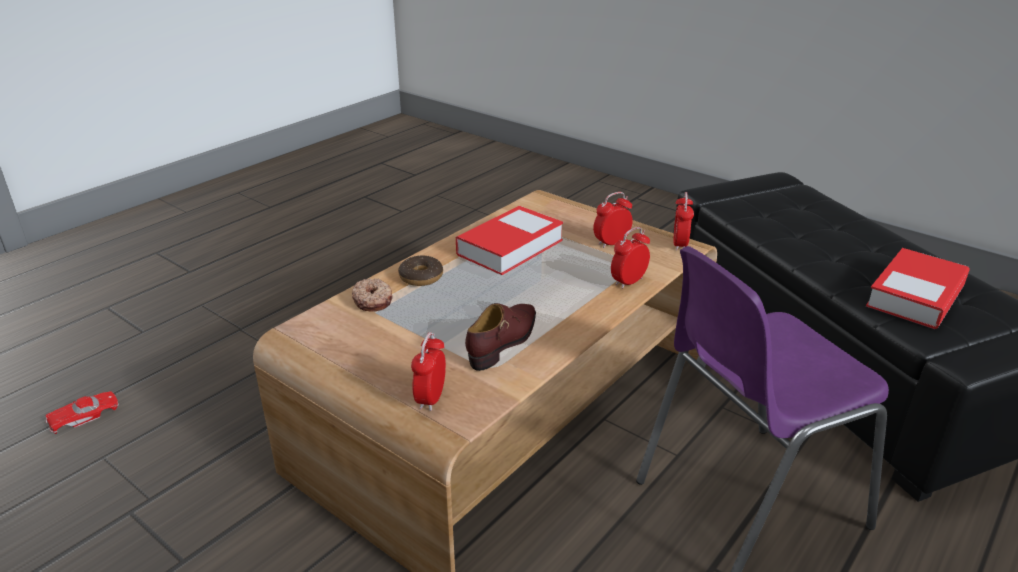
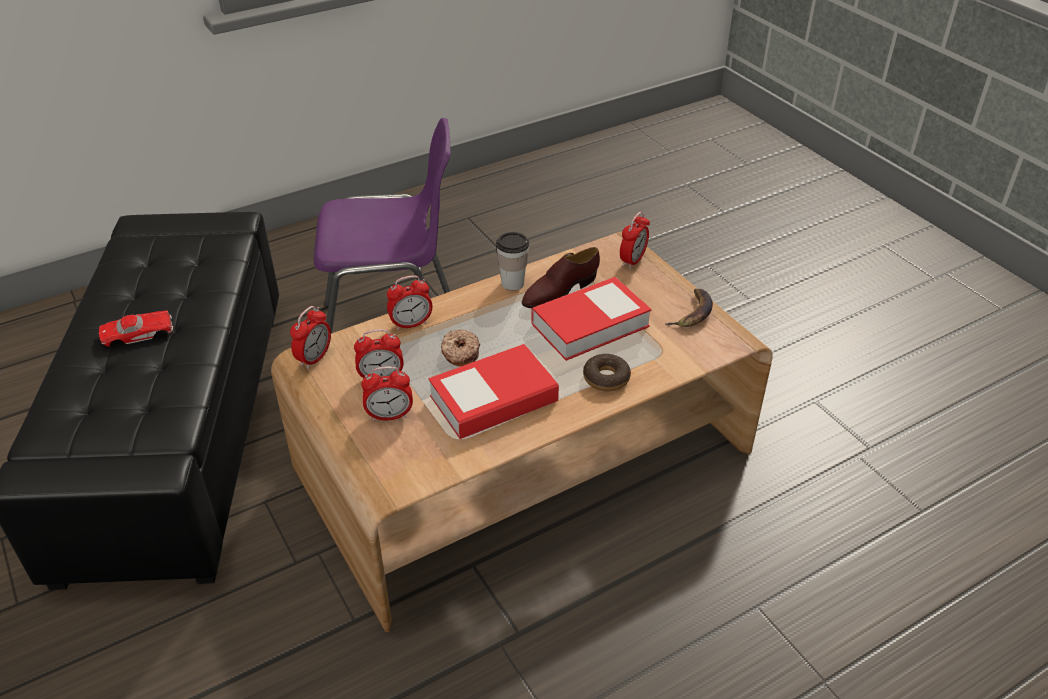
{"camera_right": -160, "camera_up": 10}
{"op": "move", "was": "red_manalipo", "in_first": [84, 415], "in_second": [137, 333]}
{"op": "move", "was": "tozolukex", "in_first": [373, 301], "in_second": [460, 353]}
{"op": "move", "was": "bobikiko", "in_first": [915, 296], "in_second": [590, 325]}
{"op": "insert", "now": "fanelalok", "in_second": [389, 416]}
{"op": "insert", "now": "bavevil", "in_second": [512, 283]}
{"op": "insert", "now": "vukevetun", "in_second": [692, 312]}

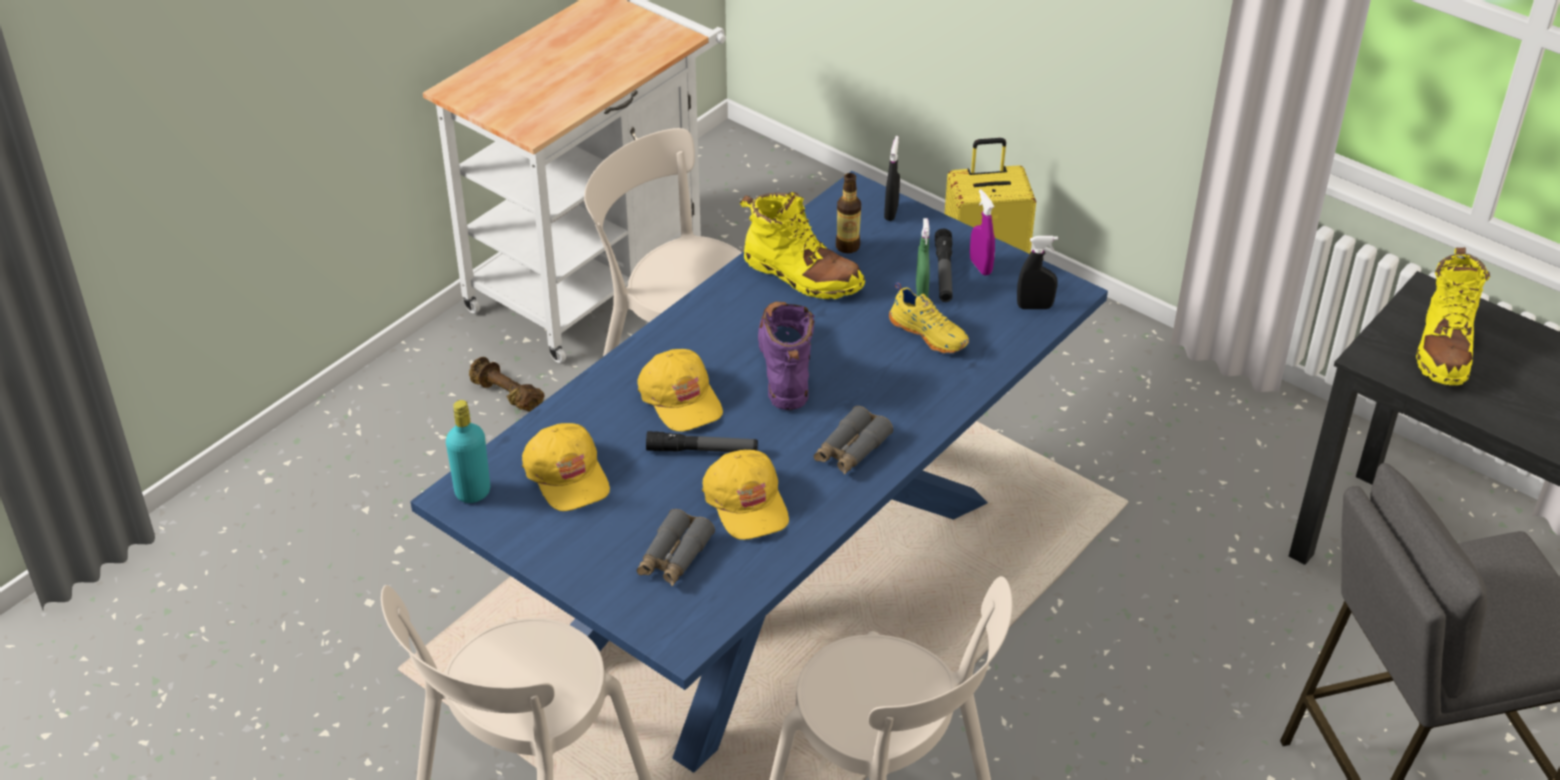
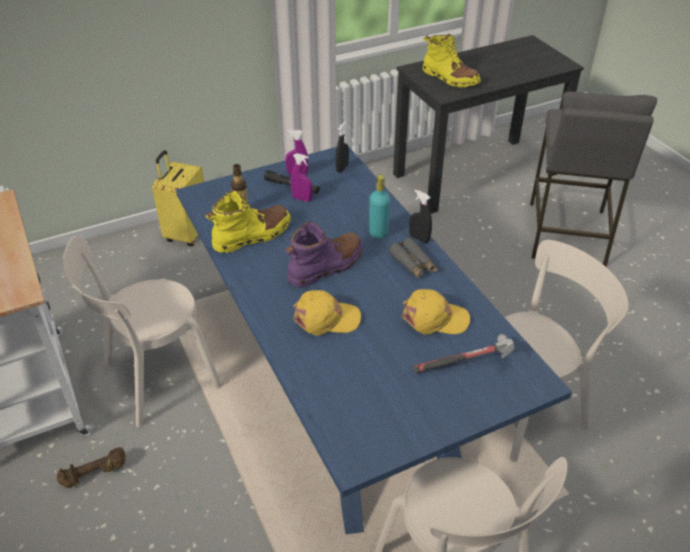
{"camera_right": -65, "camera_up": 0}
{"op": "move", "was": "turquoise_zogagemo", "in_first": [473, 492], "in_second": [378, 233]}
{"op": "delete", "was": "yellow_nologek", "in_first": [567, 475]}
{"op": "replace", "was": "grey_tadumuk", "now": "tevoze", "in_first": [674, 557], "in_second": [466, 364]}
{"op": "delete", "was": "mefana", "in_first": [702, 450]}
{"op": "rotate", "was": "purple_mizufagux", "in_first": [785, 365], "in_second": [326, 266], "clockwise": 120}
{"op": "move", "was": "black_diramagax", "in_first": [891, 212], "in_second": [419, 238]}
{"op": "delete", "was": "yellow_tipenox", "in_first": [930, 333]}
{"op": "recolor", "was": "green_diramagax", "now": "purple_diramagax", "in_first": [921, 292], "in_second": [302, 199]}

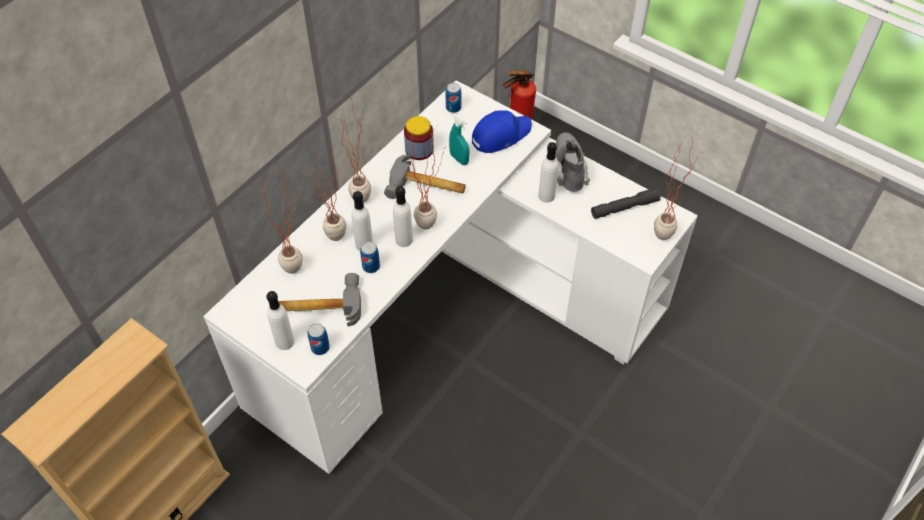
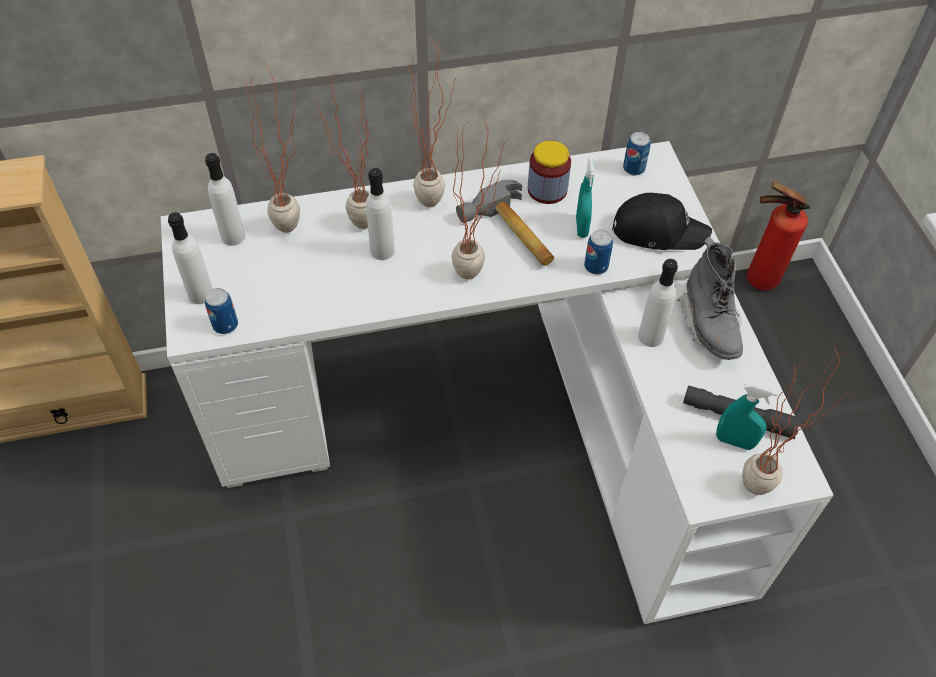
{"camera_right": 40, "camera_up": 0}
{"op": "delete", "was": "tevoze", "in_first": [320, 305]}
{"op": "move", "was": "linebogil", "in_first": [371, 266], "in_second": [596, 266]}
{"op": "move", "was": "white_zogagemo", "in_first": [404, 240], "in_second": [233, 236]}
{"op": "recolor", "was": "blue_nologek", "now": "black_nologek", "in_first": [500, 135], "in_second": [658, 230]}
{"op": "rotate", "was": "grey_mizufagux", "in_first": [568, 170], "in_second": [709, 325], "clockwise": 135}
{"op": "insert", "now": "turquoise_diramagax", "in_second": [734, 441]}

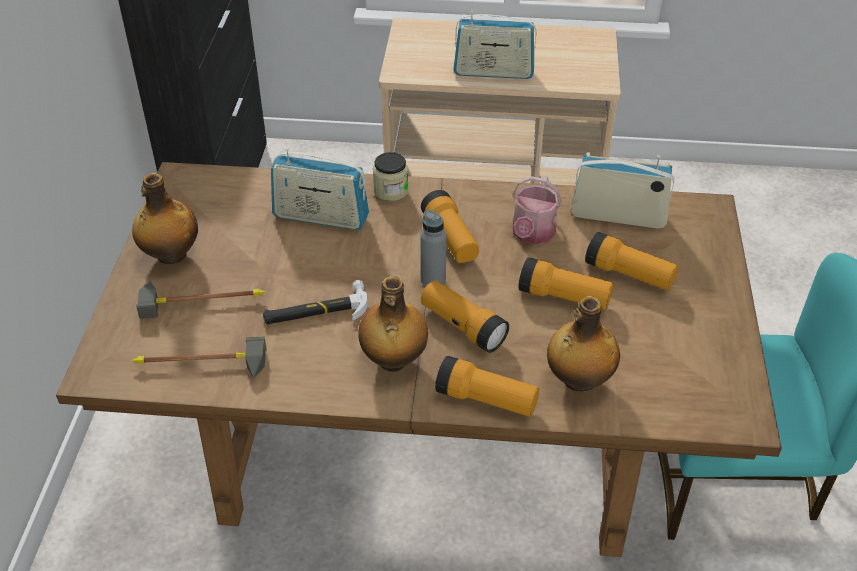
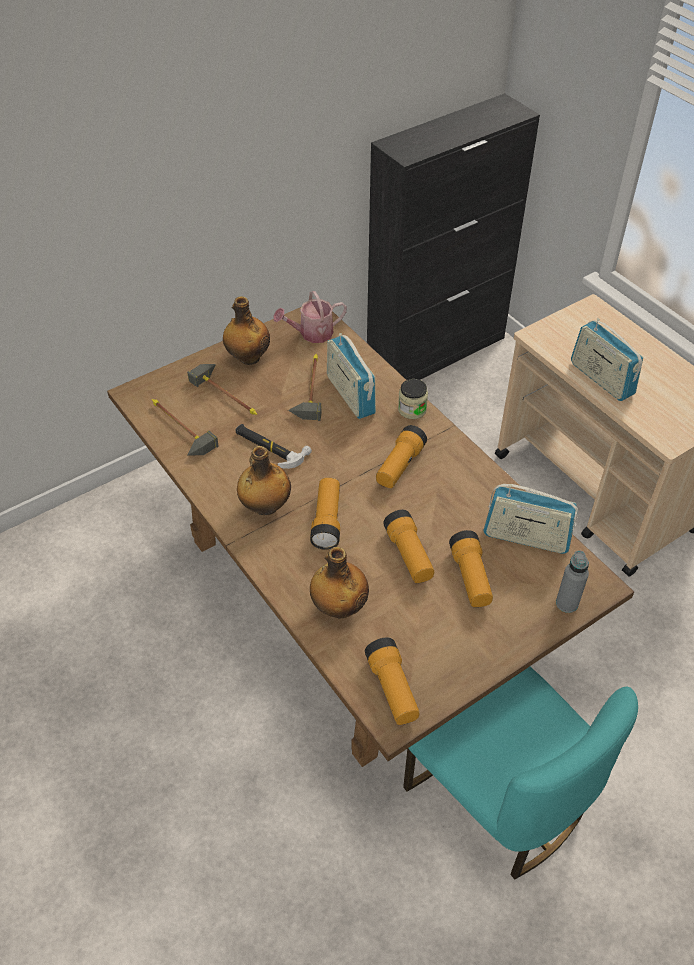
{"camera_right": 50, "camera_up": 5}
{"op": "move", "was": "grey_zogagemo", "in_first": [433, 280], "in_second": [567, 603]}
{"op": "move", "was": "mefana", "in_first": [486, 399], "in_second": [392, 689]}
{"op": "move", "was": "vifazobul", "in_first": [532, 234], "in_second": [311, 334]}
{"op": "rotate", "was": "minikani", "in_first": [618, 216], "in_second": [526, 537], "clockwise": 135}
{"op": "insert", "now": "tevoze", "in_second": [307, 388]}

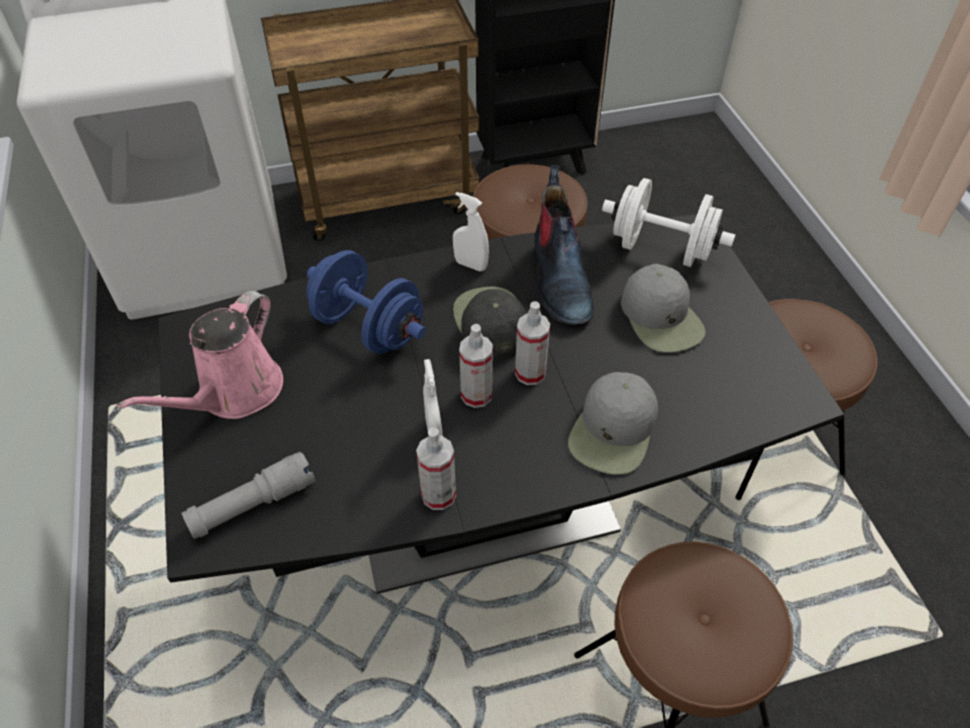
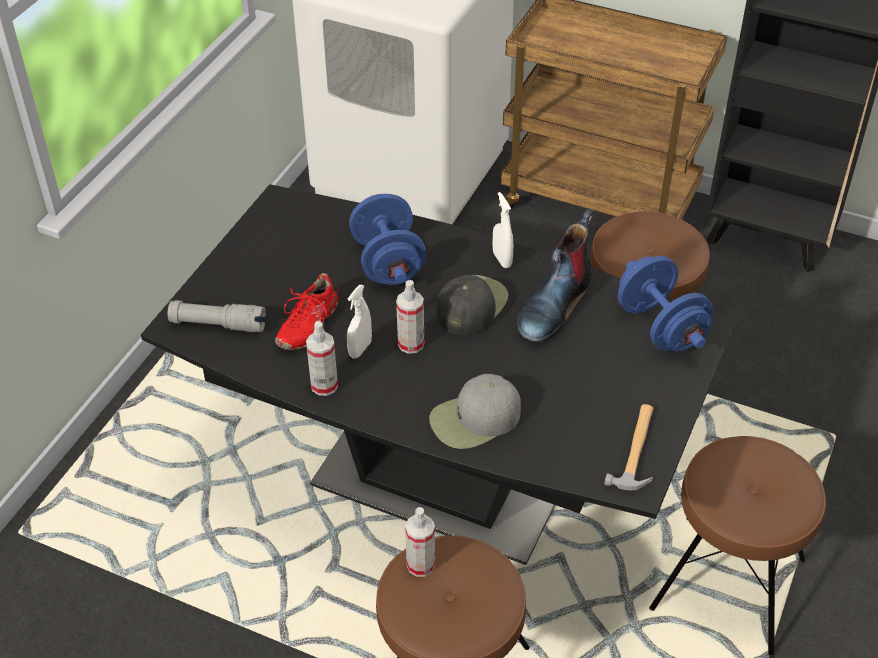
{"camera_right": 40, "camera_up": -5}
{"op": "delete", "was": "pink_vifazobul", "in_first": [234, 393]}
{"op": "move", "was": "diramagax", "in_first": [530, 373], "in_second": [420, 565]}
{"op": "recolor", "was": "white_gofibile", "now": "blue_gofibile", "in_first": [661, 249], "in_second": [660, 327]}
{"op": "delete", "was": "grey_nologek", "in_first": [662, 317]}
{"op": "insert", "now": "red_tipenox", "in_second": [307, 324]}
{"op": "insert", "now": "tevoze", "in_second": [637, 449]}

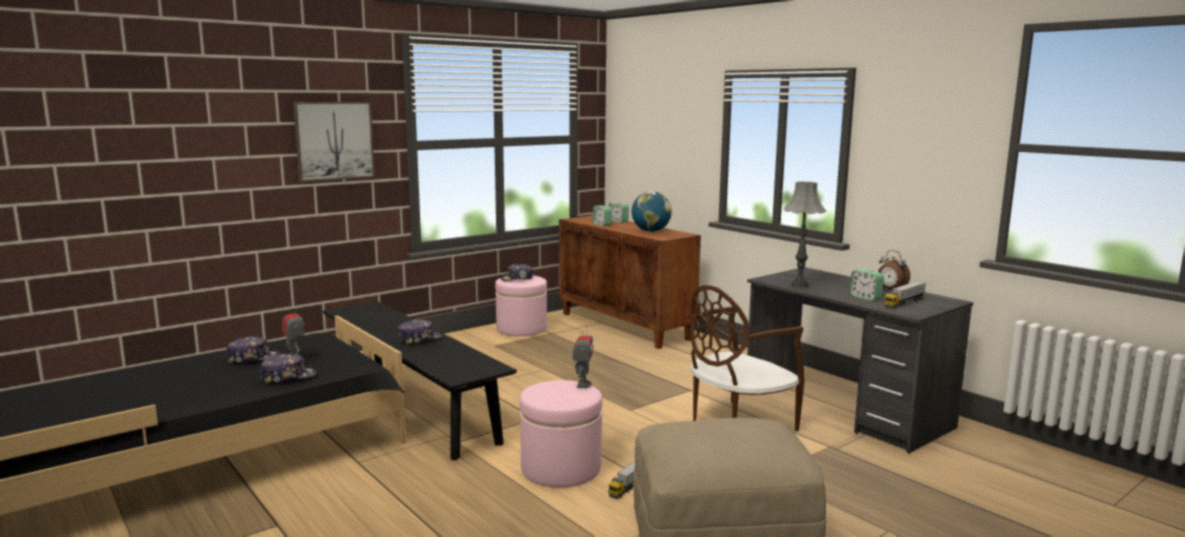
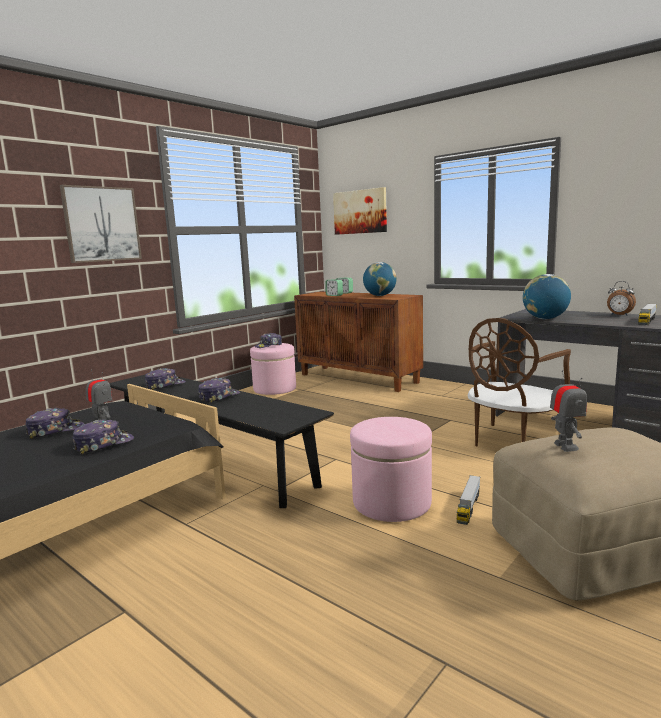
{"camera_right": -10, "camera_up": 0}
{"op": "move", "was": "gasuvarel", "in_first": [583, 384], "in_second": [565, 446]}
{"op": "replace", "was": "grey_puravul", "now": "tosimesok", "in_first": [799, 286], "in_second": [545, 319]}
{"op": "delete", "was": "fanelalok", "in_first": [865, 297]}
{"op": "insert", "now": "nologek", "in_second": [165, 385]}
{"op": "insert", "now": "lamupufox", "in_second": [360, 212]}

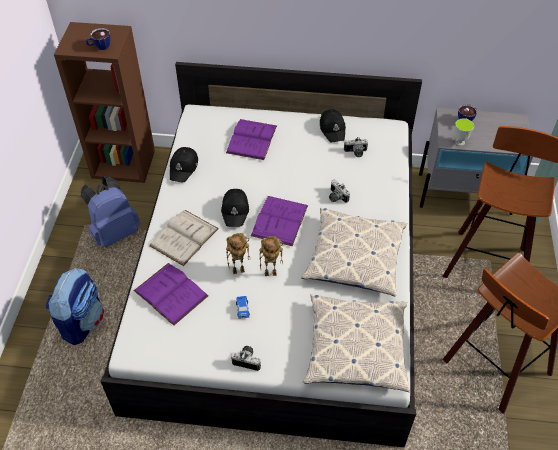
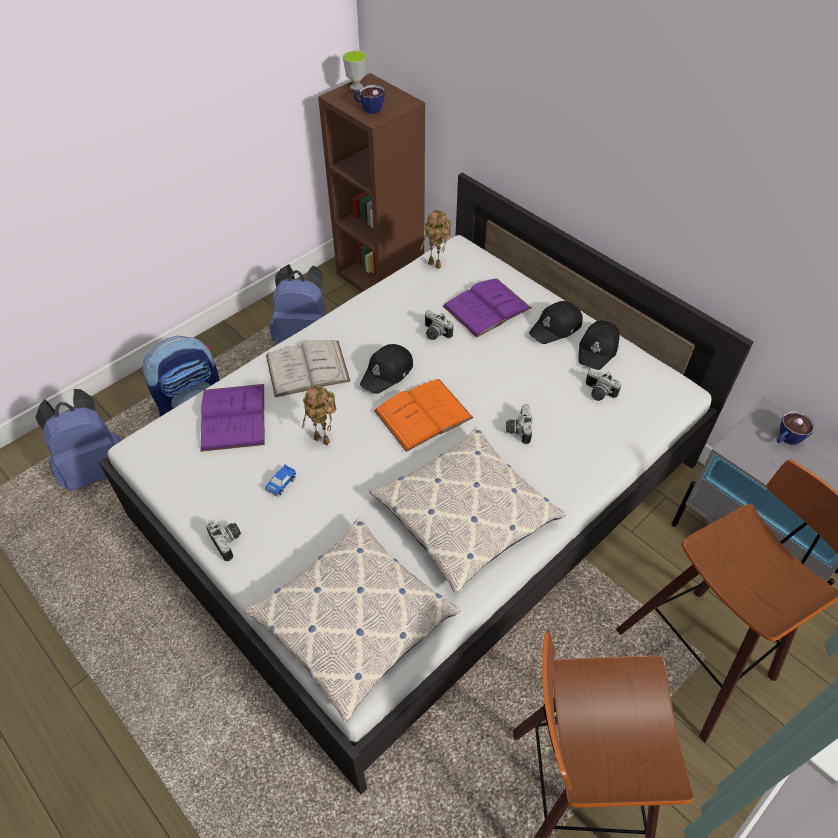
{"camera_right": 40, "camera_up": 0}
{"op": "move", "was": "black_nologek", "in_first": [184, 167], "in_second": [556, 328]}
{"op": "recolor", "was": "purple_bobikiko", "now": "orange_bobikiko", "in_first": [279, 220], "in_second": [423, 414]}
{"op": "move", "was": "gasuvarel", "in_first": [271, 273], "in_second": [436, 264]}
{"op": "move", "was": "bavevil", "in_first": [459, 142], "in_second": [356, 87]}
{"op": "insert", "now": "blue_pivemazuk", "in_second": [96, 468]}
{"op": "insert", "now": "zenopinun", "in_second": [434, 334]}

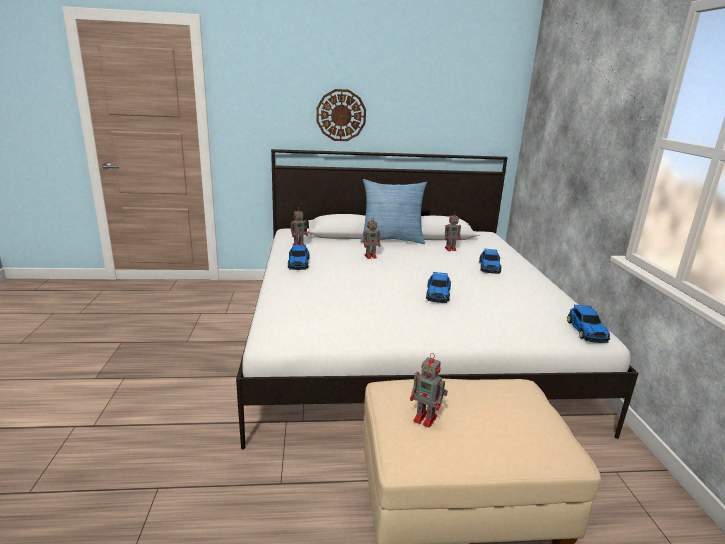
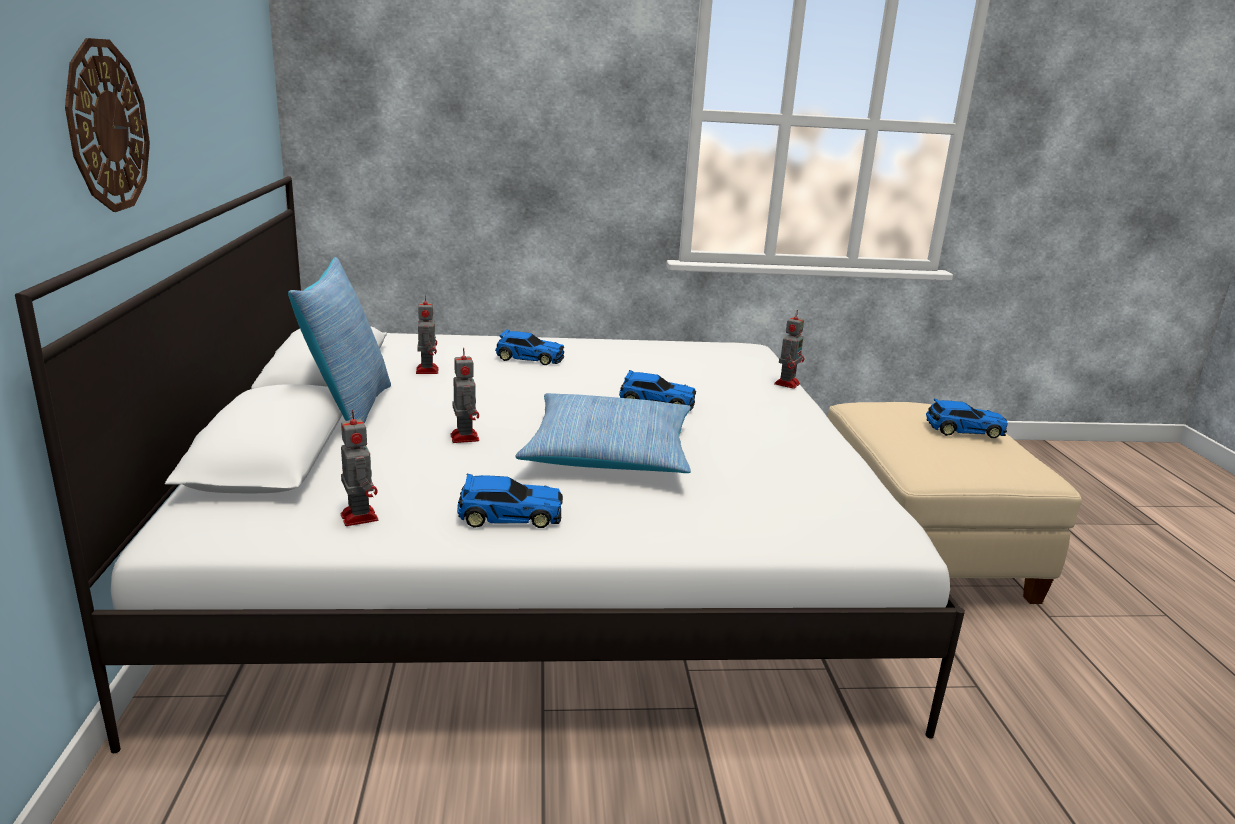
{"camera_right": -90, "camera_up": 0}
{"op": "move", "was": "gasuvarel", "in_first": [426, 419], "in_second": [787, 383]}
{"op": "move", "was": "manalipo", "in_first": [586, 330], "in_second": [962, 429]}
{"op": "insert", "now": "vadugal", "in_second": [608, 452]}

